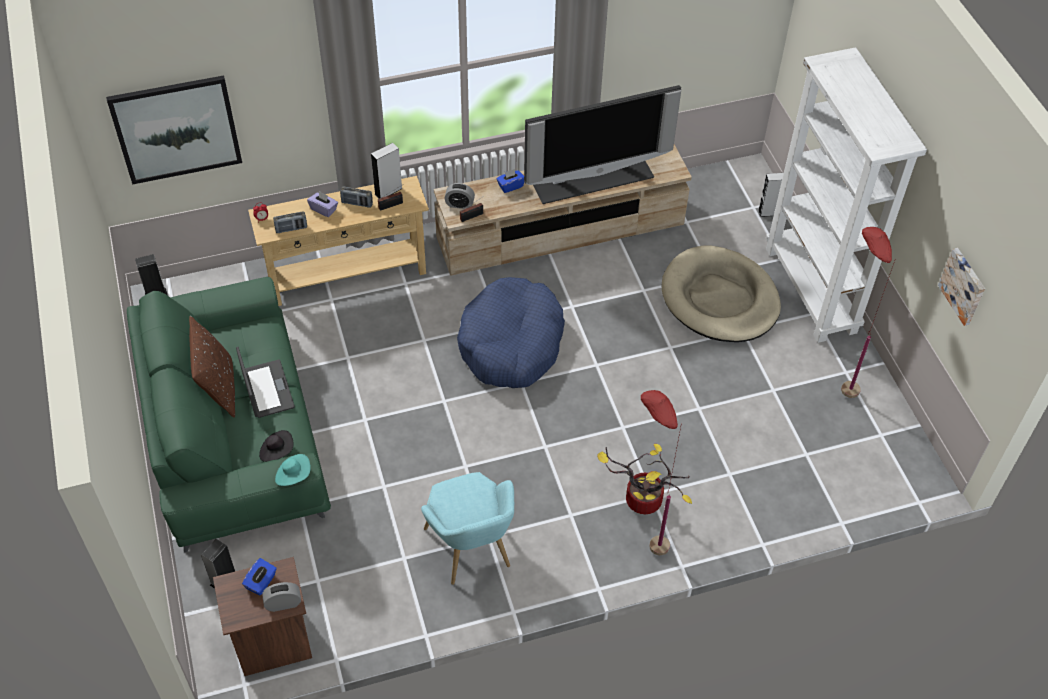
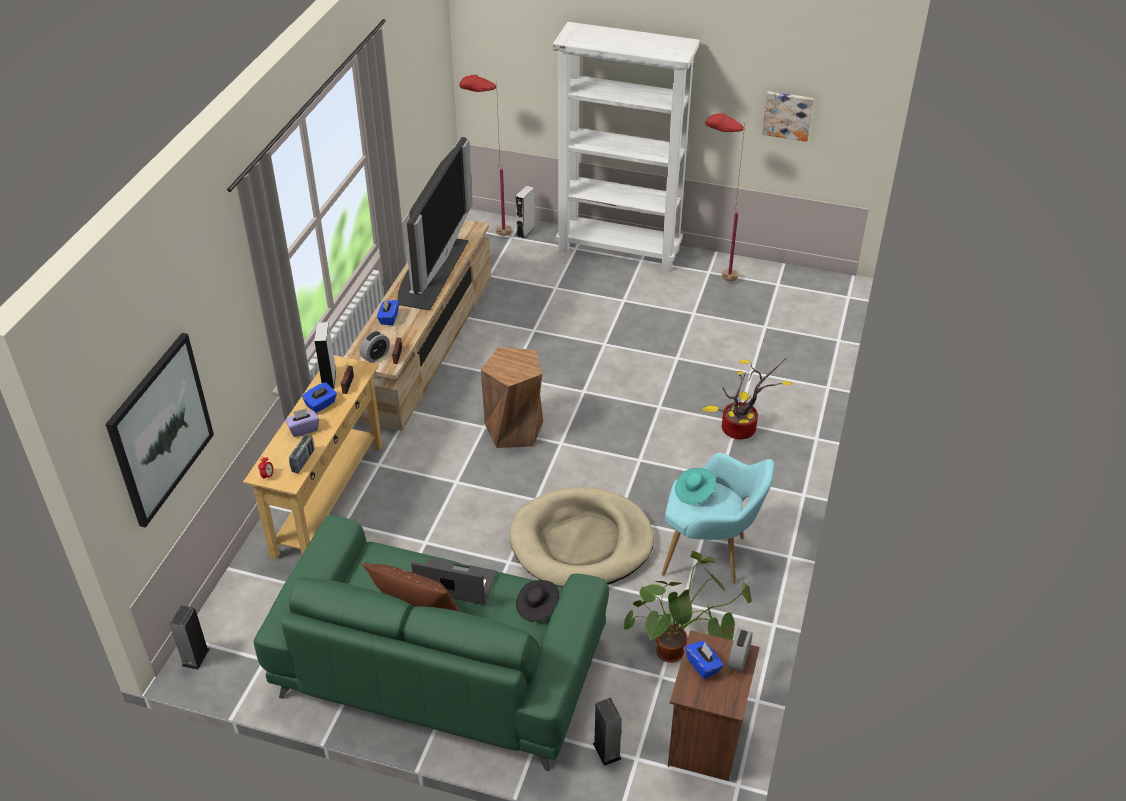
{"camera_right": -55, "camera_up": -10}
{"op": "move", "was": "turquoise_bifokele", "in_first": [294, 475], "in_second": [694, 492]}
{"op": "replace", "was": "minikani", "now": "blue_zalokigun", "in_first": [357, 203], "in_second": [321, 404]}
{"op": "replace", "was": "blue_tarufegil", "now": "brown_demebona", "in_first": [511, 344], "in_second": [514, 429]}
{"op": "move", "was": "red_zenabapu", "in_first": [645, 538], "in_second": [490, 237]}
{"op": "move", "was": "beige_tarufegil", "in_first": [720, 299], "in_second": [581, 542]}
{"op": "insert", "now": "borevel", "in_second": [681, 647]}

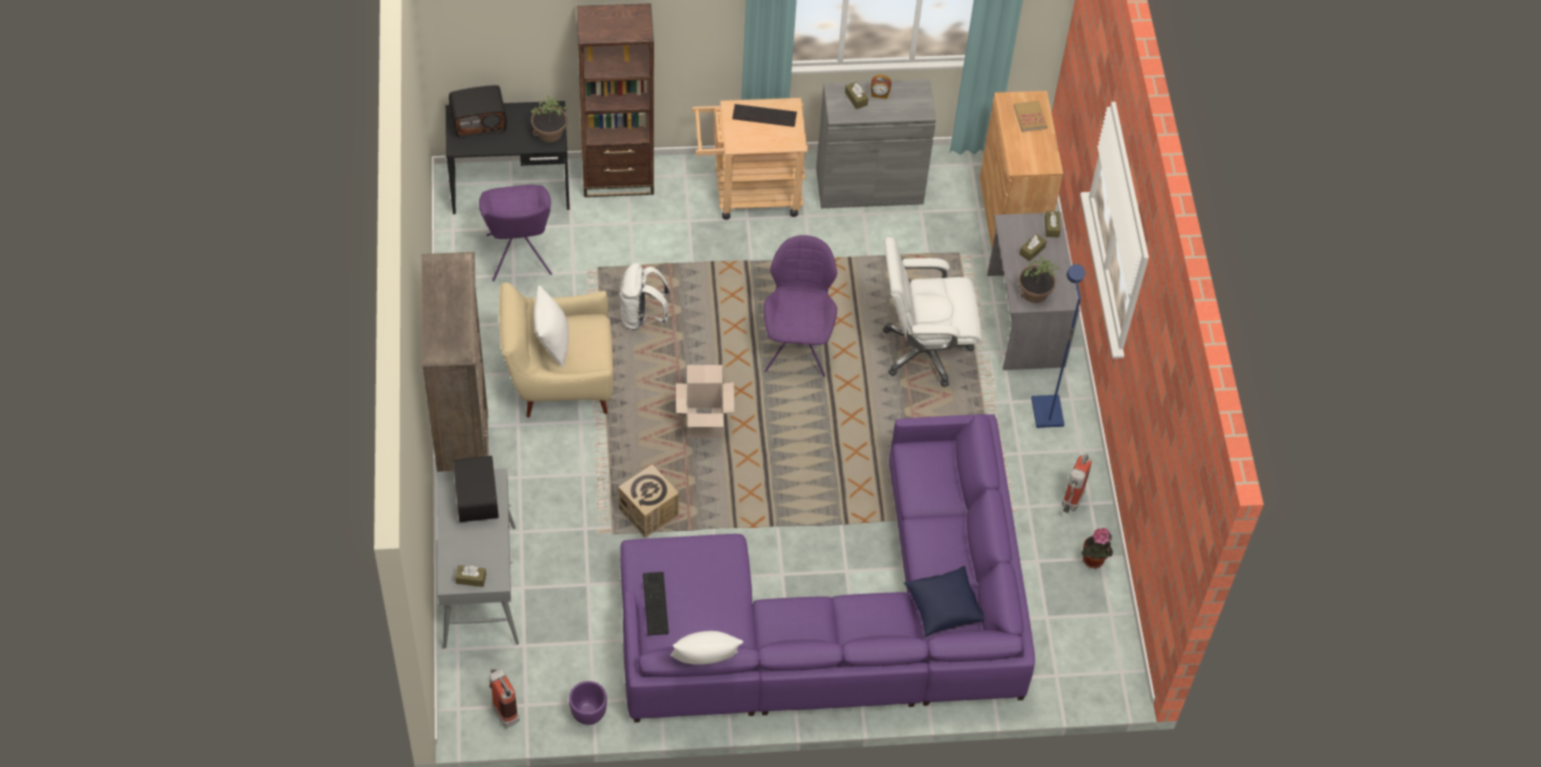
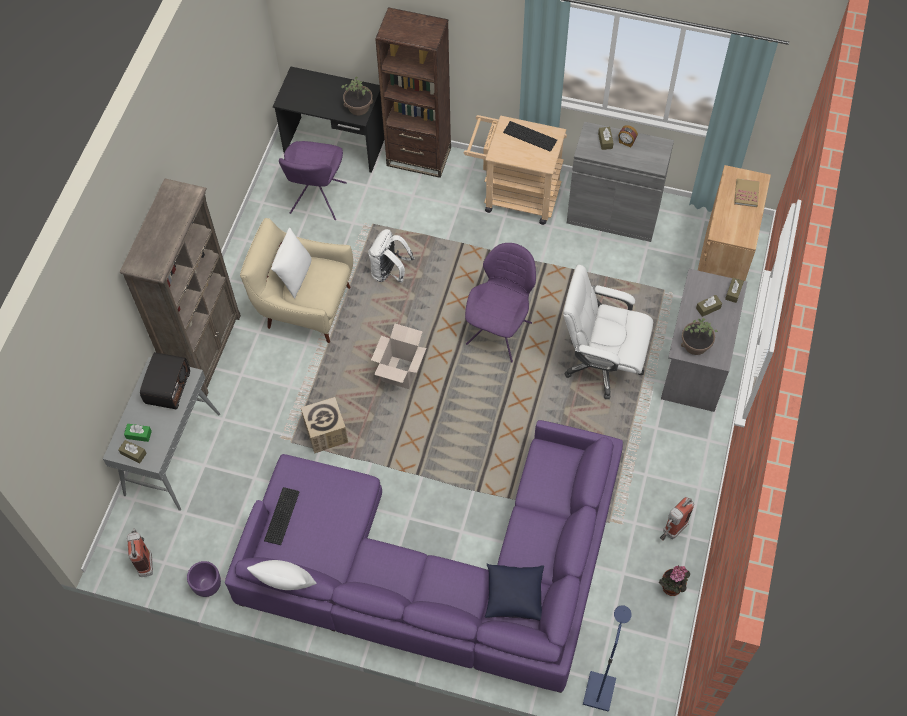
{"camera_right": 25, "camera_up": 5}
{"op": "delete", "was": "minikani", "in_first": [479, 121]}
{"op": "move", "was": "blue_zenabapu", "in_first": [1046, 412], "in_second": [598, 691]}
{"op": "insert", "now": "green_zalokigun", "in_second": [139, 435]}

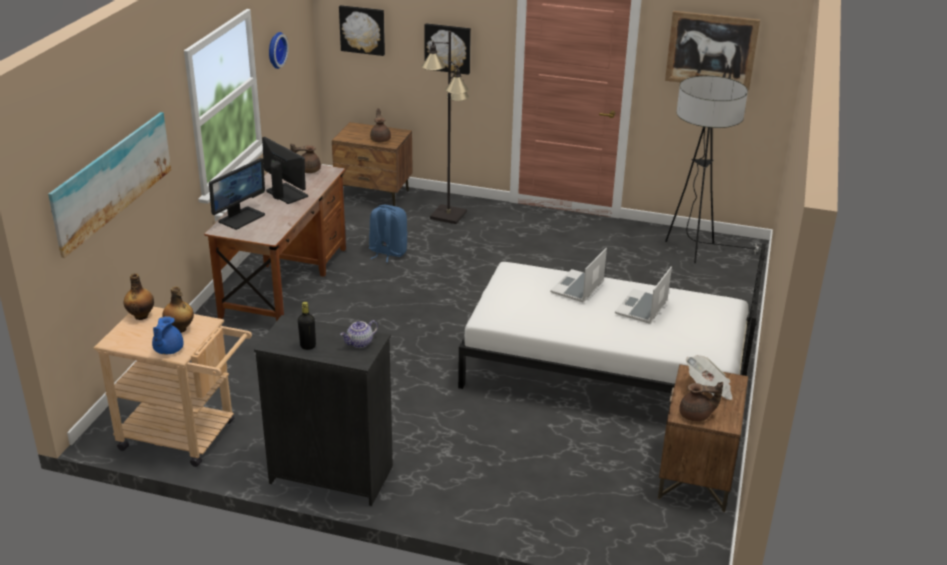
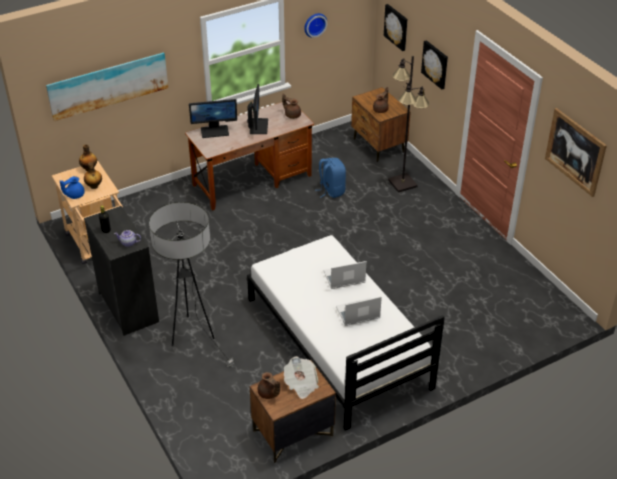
{"camera_right": 45, "camera_up": 10}
{"op": "move", "was": "zenabapu", "in_first": [694, 252], "in_second": [193, 337]}

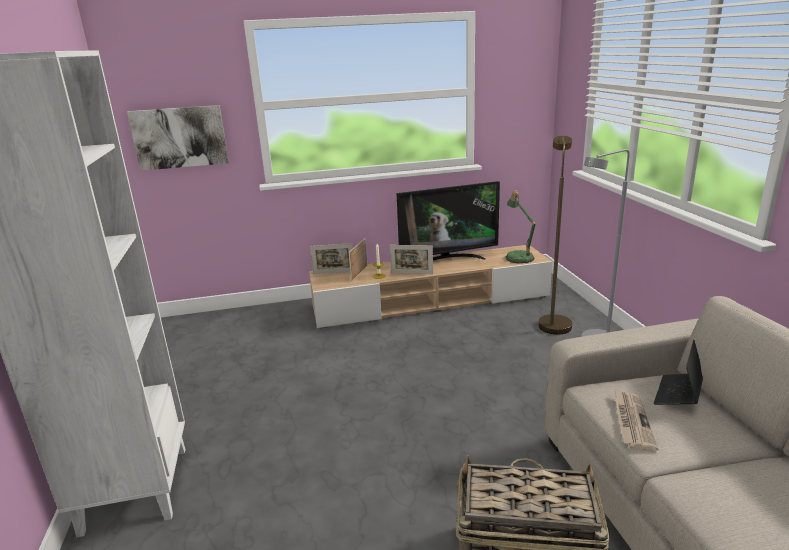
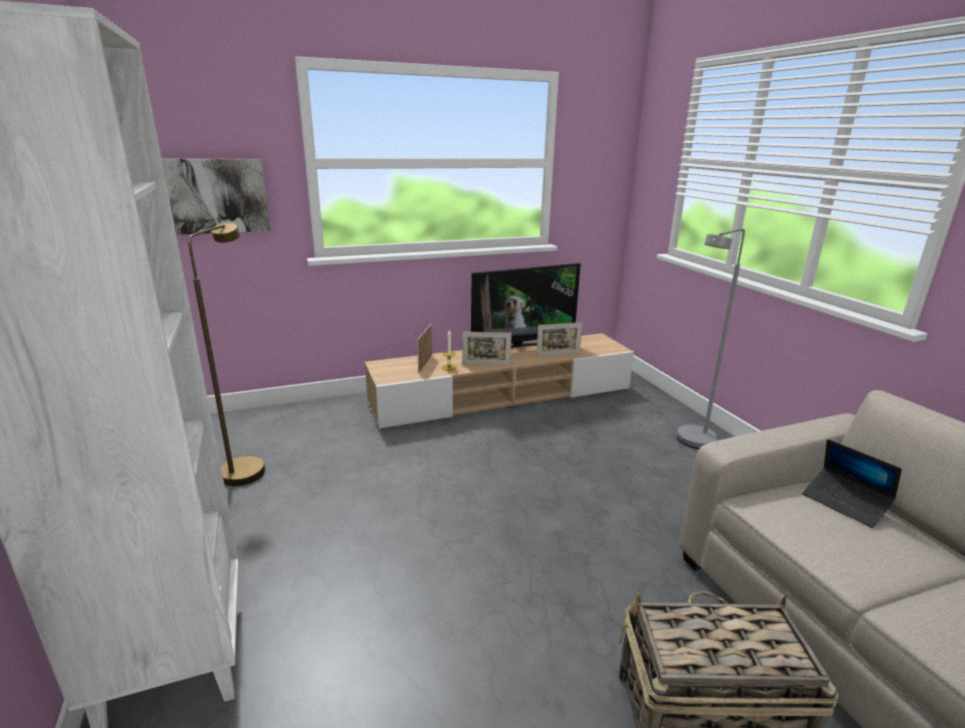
{"camera_right": -10, "camera_up": 0}
{"op": "move", "was": "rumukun", "in_first": [333, 272], "in_second": [558, 354]}
{"op": "delete", "was": "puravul", "in_first": [518, 256]}
{"op": "move", "was": "brown_zenabapu", "in_first": [553, 322], "in_second": [247, 466]}
{"op": "delete", "was": "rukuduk", "in_first": [631, 421]}
{"op": "rotate", "was": "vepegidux", "in_first": [678, 394], "in_second": [845, 503], "clockwise": -60}

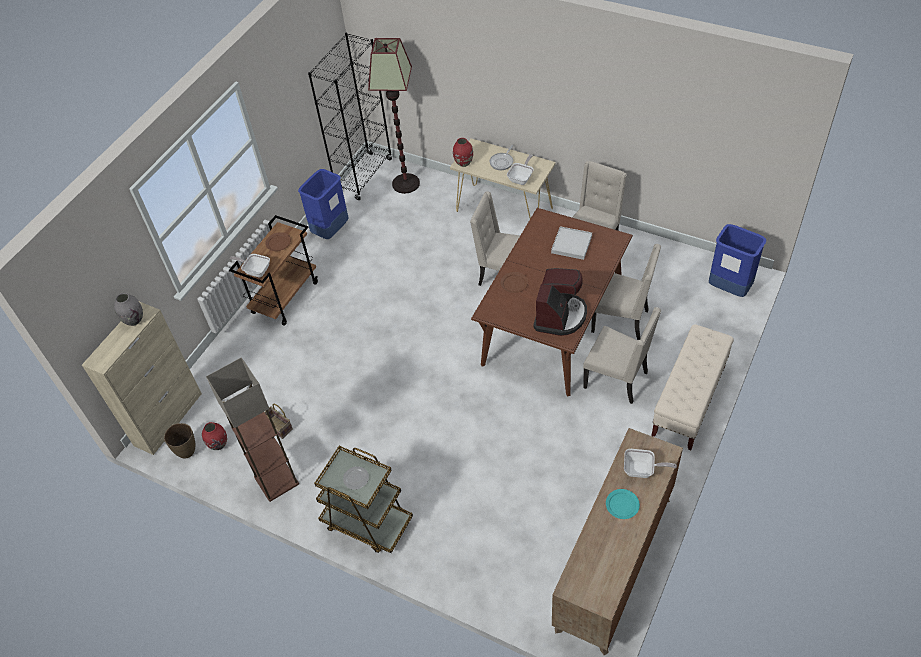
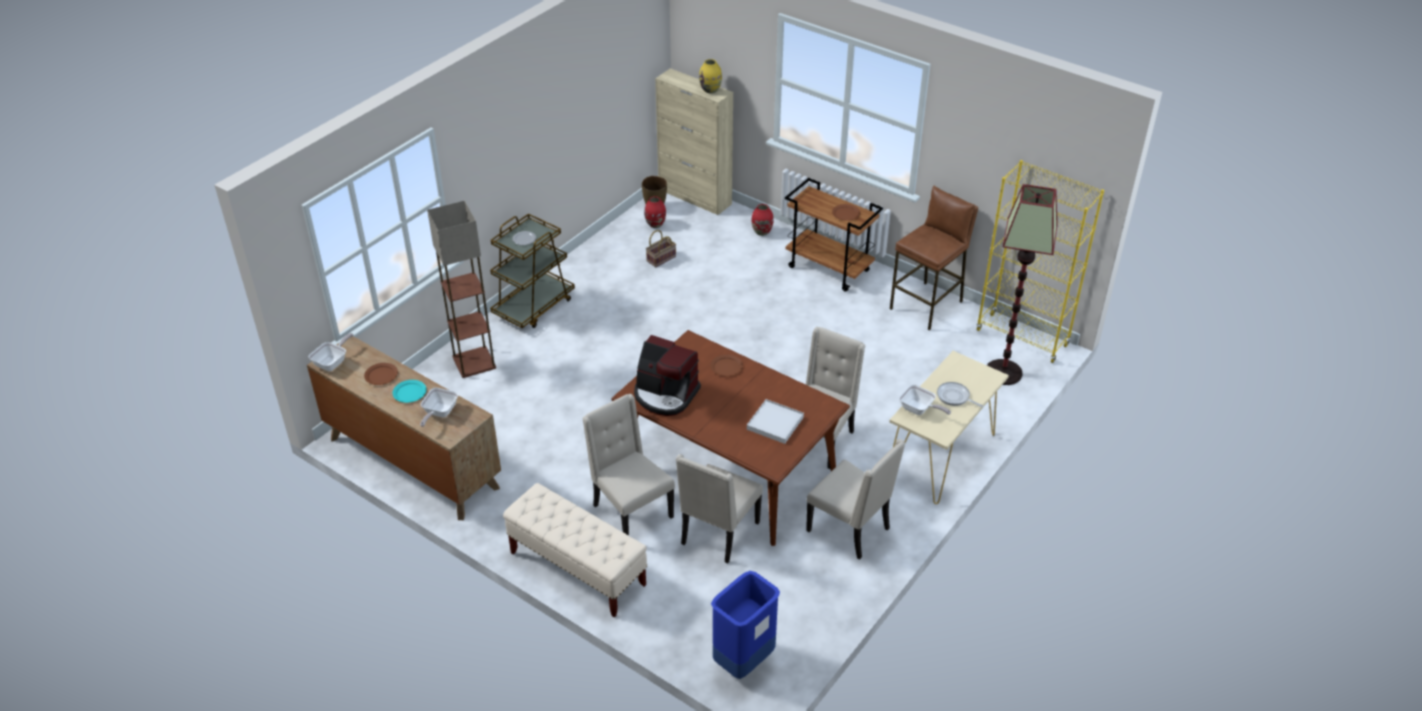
{"camera_right": 95, "camera_up": -10}
{"op": "recolor", "was": "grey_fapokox", "now": "yellow_fapokox", "in_first": [134, 320], "in_second": [710, 90]}
{"op": "move", "was": "zenabapu", "in_first": [275, 480], "in_second": [474, 362]}
{"op": "move", "was": "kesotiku", "in_first": [255, 270], "in_second": [333, 362]}
{"op": "replace", "was": "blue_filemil", "now": "brown_demebona", "in_first": [330, 231], "in_second": [927, 305]}
{"op": "recolor", "was": "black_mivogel", "now": "yellow_mivogel", "in_first": [364, 176], "in_second": [1022, 338]}
{"op": "move", "was": "red_fapokox", "in_first": [463, 163], "in_second": [761, 232]}
{"op": "rotate", "was": "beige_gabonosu", "in_first": [617, 380], "in_second": [630, 511], "clockwise": 105}
{"op": "insert", "now": "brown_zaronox", "in_second": [381, 375]}

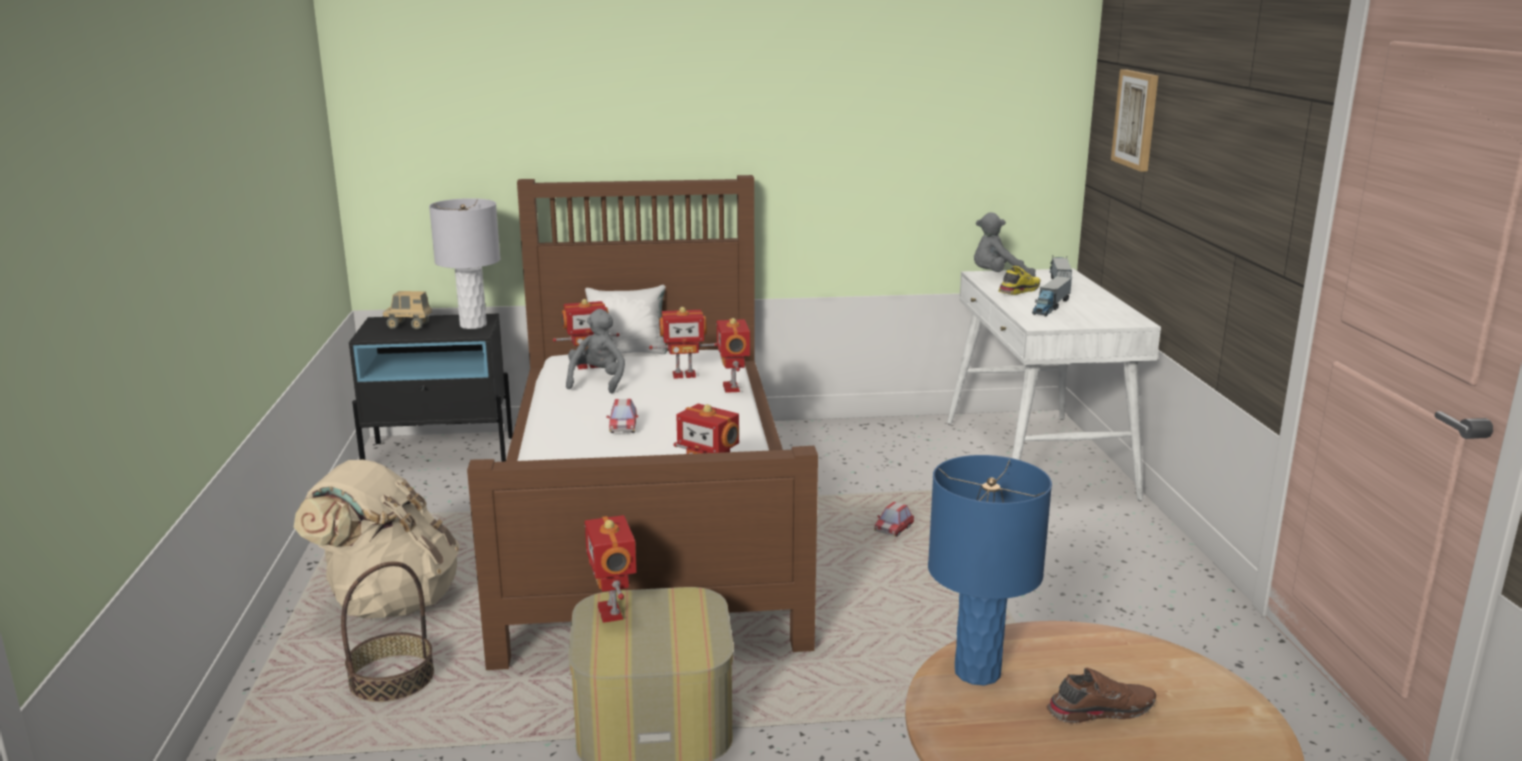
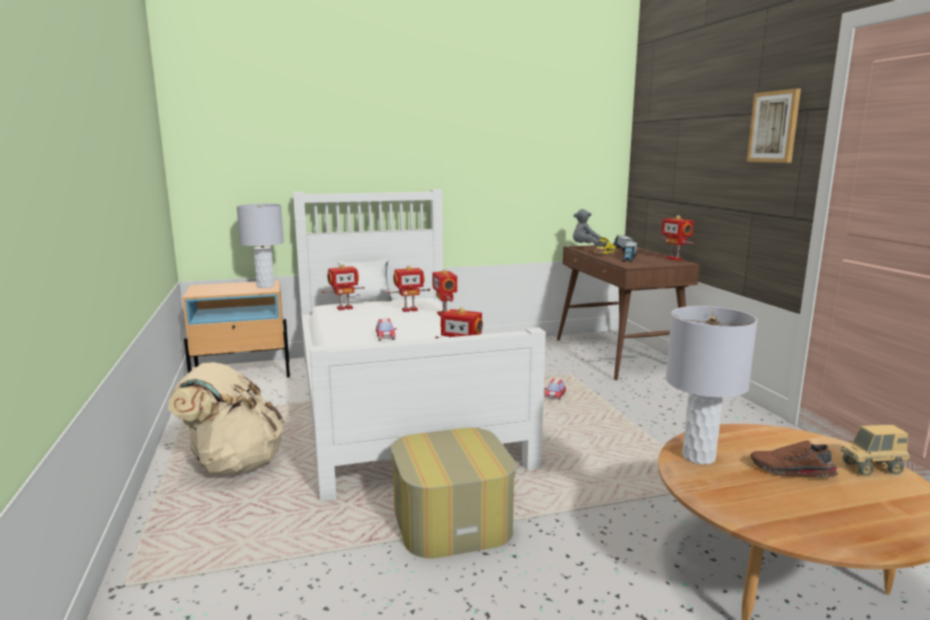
{"camera_right": -10, "camera_up": -5}
{"op": "delete", "was": "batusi", "in_first": [392, 679]}
{"op": "recolor", "was": "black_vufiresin", "now": "beige_vufiresin", "in_first": [440, 453], "in_second": [242, 373]}
{"op": "move", "was": "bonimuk", "in_first": [409, 326], "in_second": [872, 468]}
{"op": "recolor", "was": "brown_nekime", "now": "white_nekime", "in_first": [648, 521], "in_second": [397, 402]}
{"op": "delete", "was": "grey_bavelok", "in_first": [598, 381]}
{"op": "move", "was": "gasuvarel", "in_first": [613, 612], "in_second": [674, 259]}
{"op": "recolor", "was": "blue_puravul", "now": "grey_puravul", "in_first": [978, 672], "in_second": [699, 457]}
{"op": "recolor", "was": "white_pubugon", "now": "brown_pubugon", "in_first": [1038, 459], "in_second": [619, 355]}
{"op": "rotate", "was": "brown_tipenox", "in_first": [1099, 709], "in_second": [792, 471], "clockwise": -135}
{"op": "move", "was": "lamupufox", "in_first": [1137, 119], "in_second": [774, 127]}

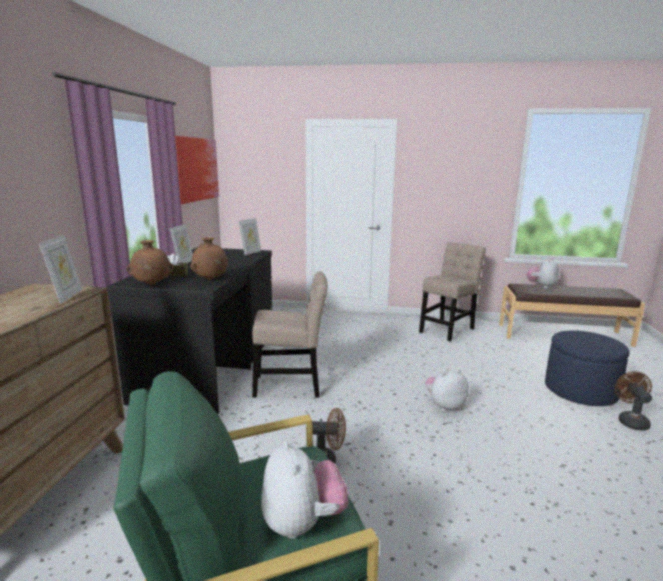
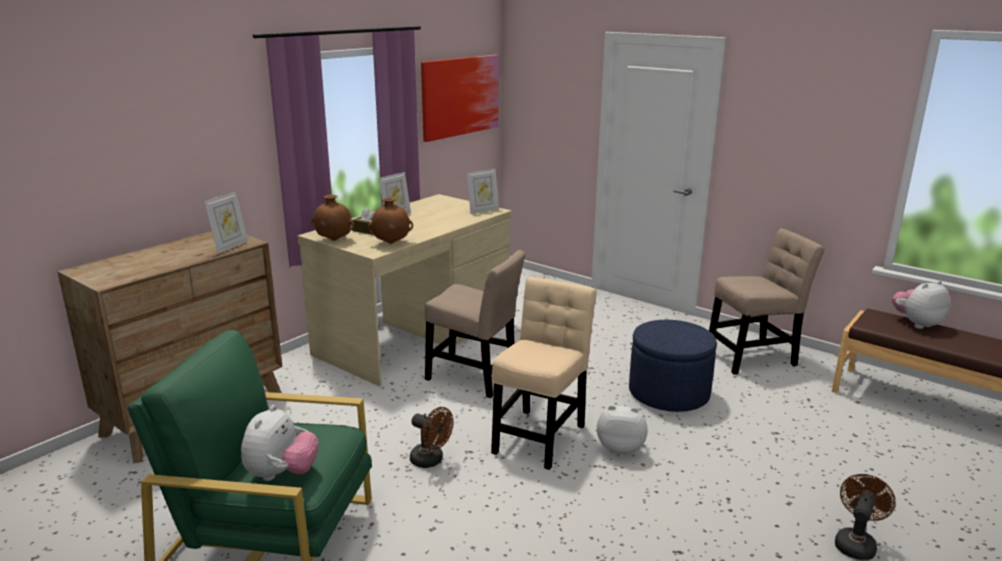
{"camera_right": 30, "camera_up": 5}
{"op": "recolor", "was": "black_pubugon", "now": "beige_pubugon", "in_first": [210, 367], "in_second": [415, 336]}
{"op": "move", "was": "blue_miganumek", "in_first": [580, 391], "in_second": [668, 393]}
{"op": "insert", "now": "beige_gabonosu", "in_second": [540, 435]}

